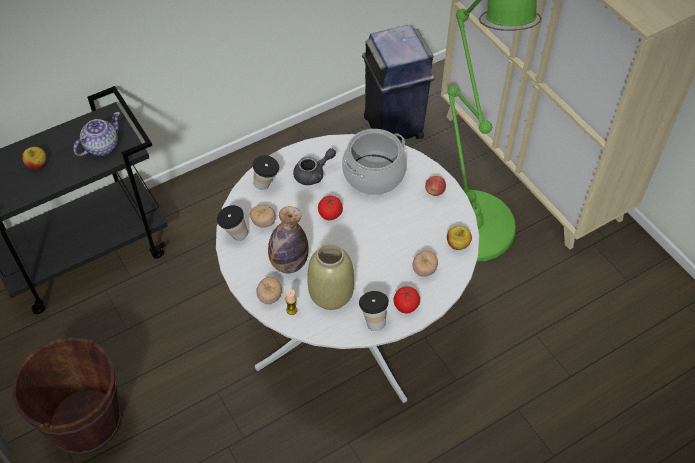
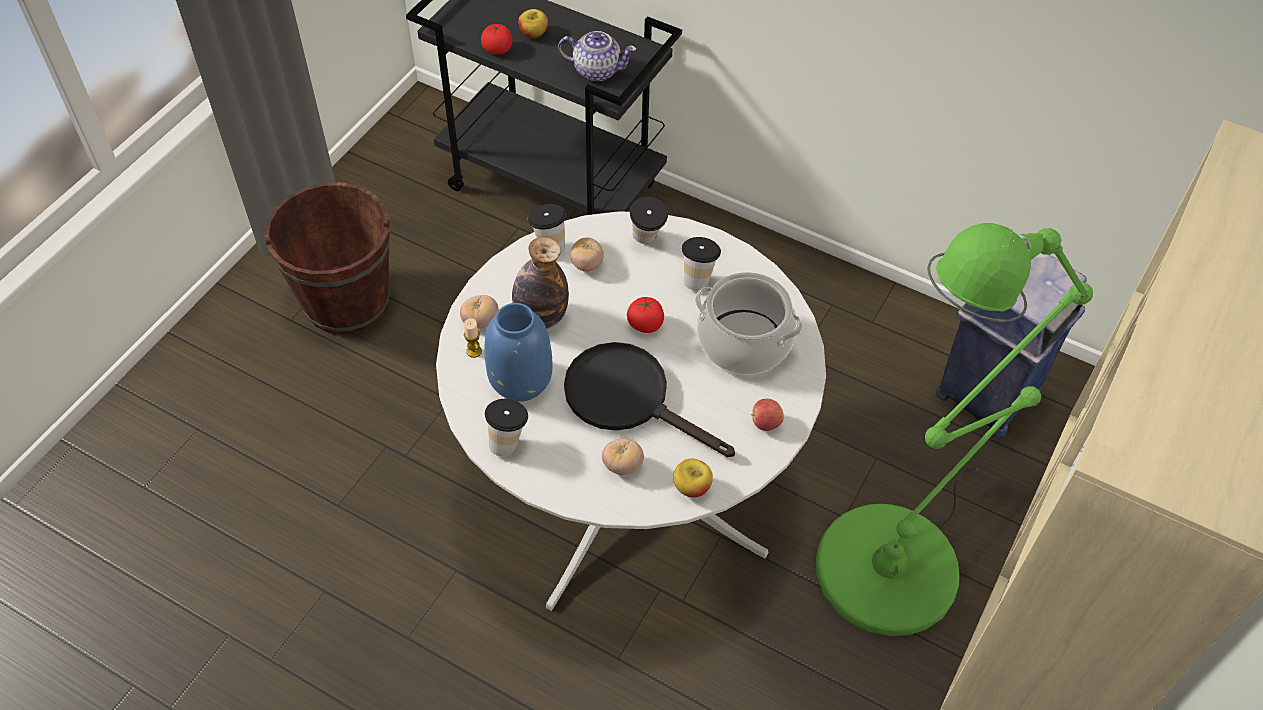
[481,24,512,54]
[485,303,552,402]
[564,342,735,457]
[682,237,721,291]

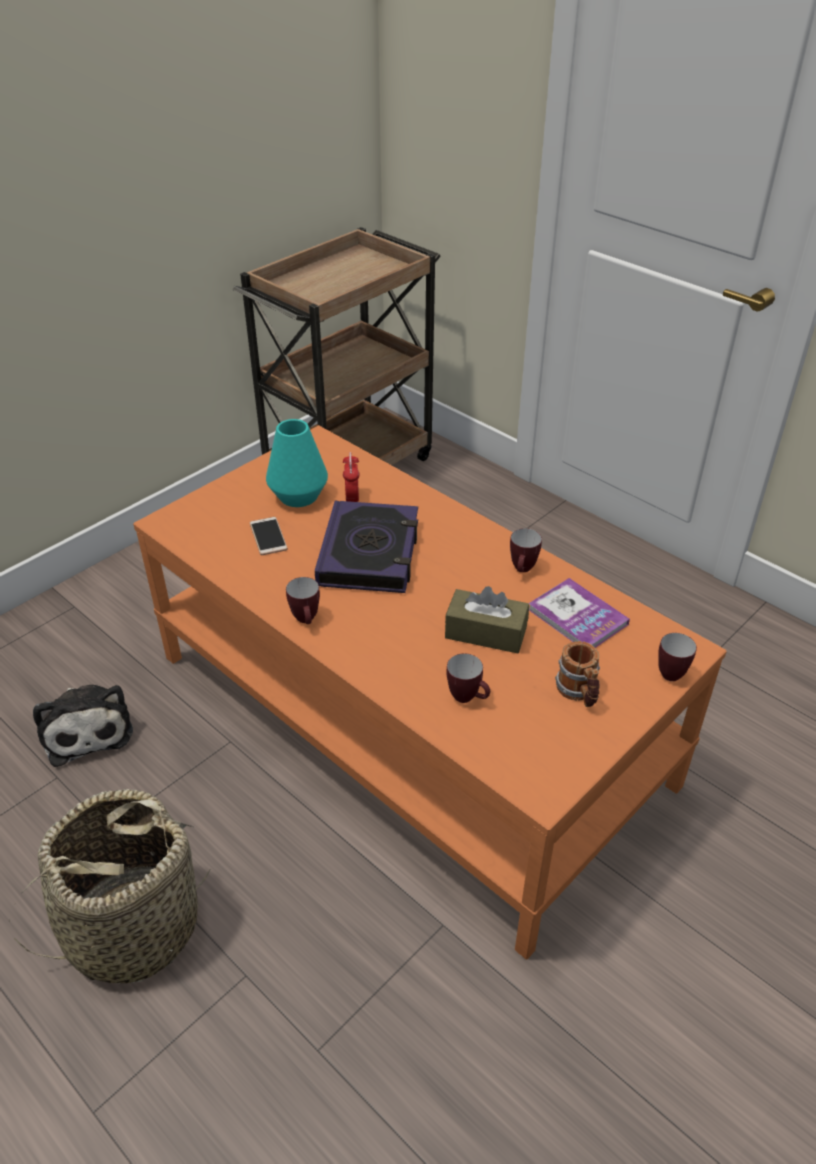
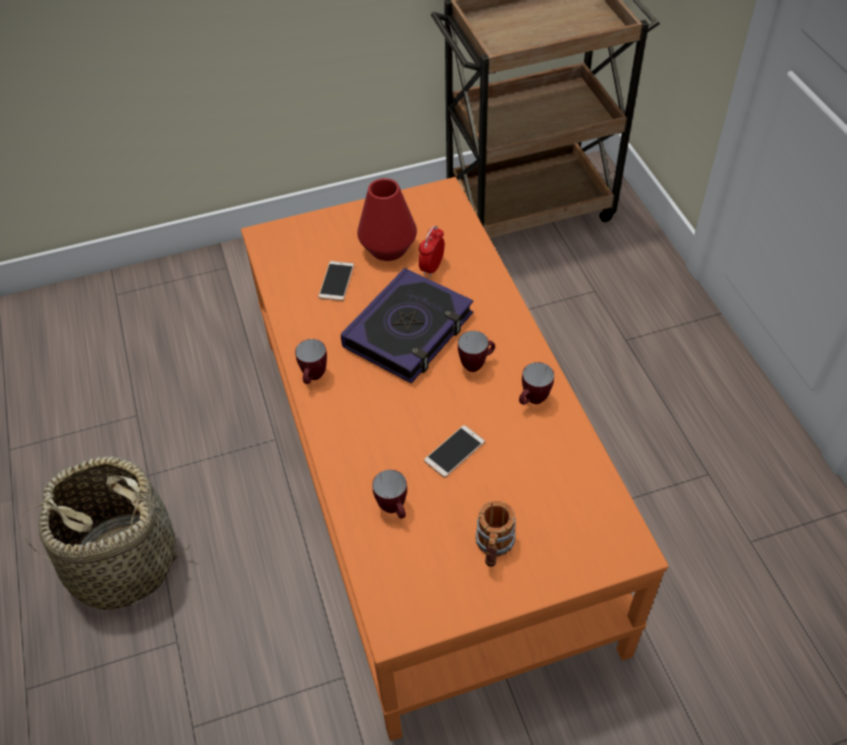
[357,178,417,261]
[424,425,485,478]
[458,331,495,372]
[33,685,133,767] (first image)
[529,578,630,648] (first image)

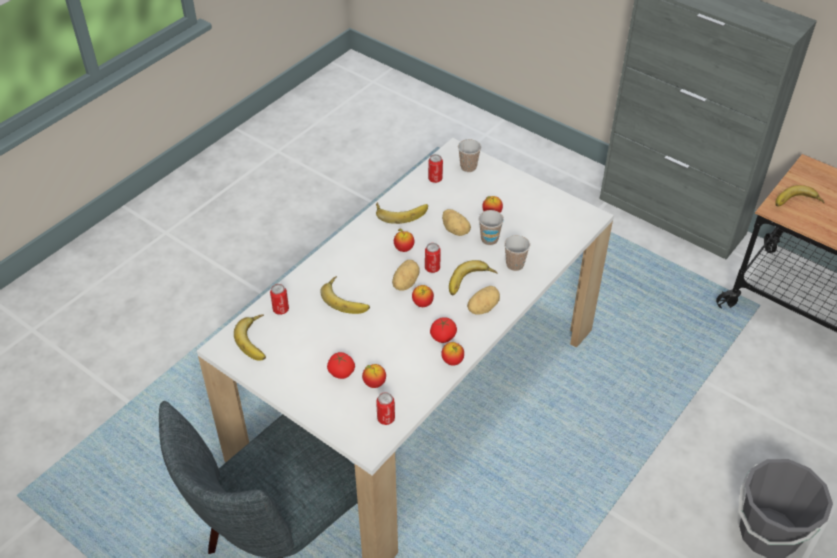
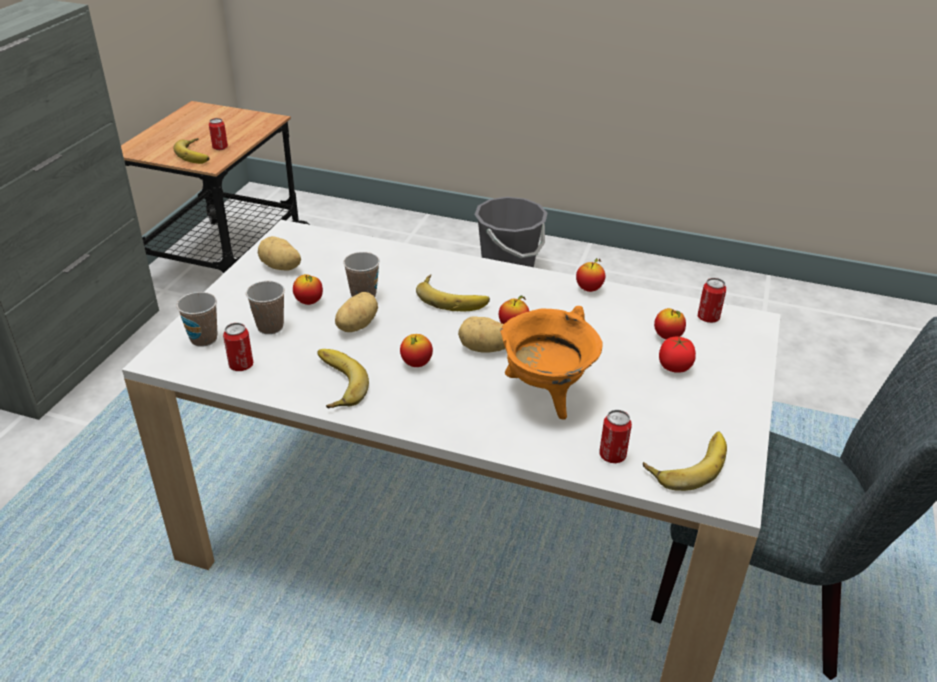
[209,118,228,150]
[246,281,285,334]
[258,236,301,270]
[500,306,603,420]
[430,317,457,343] (first image)

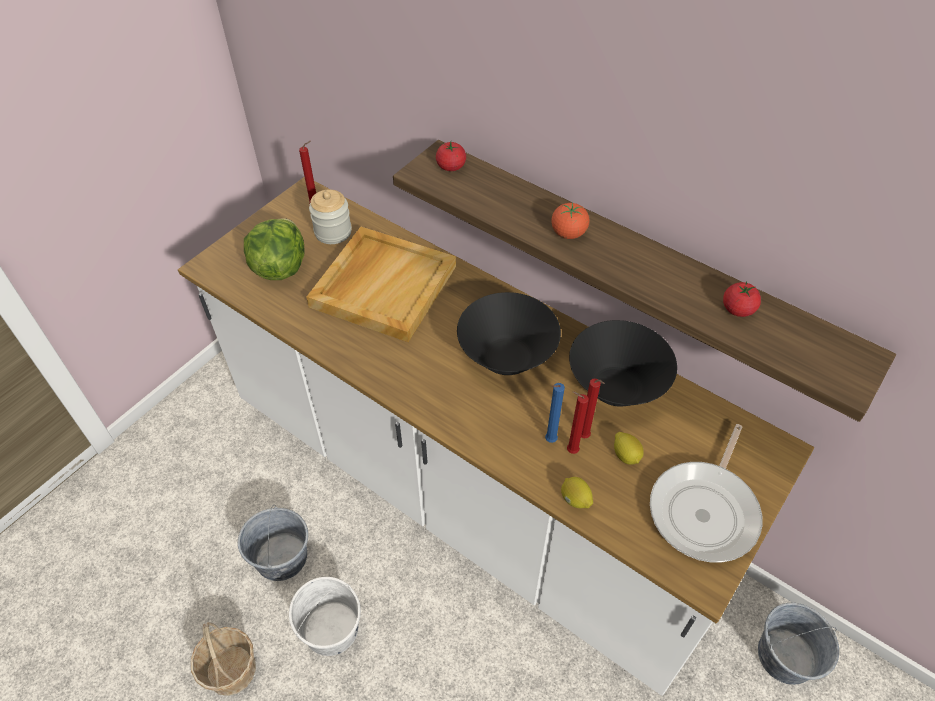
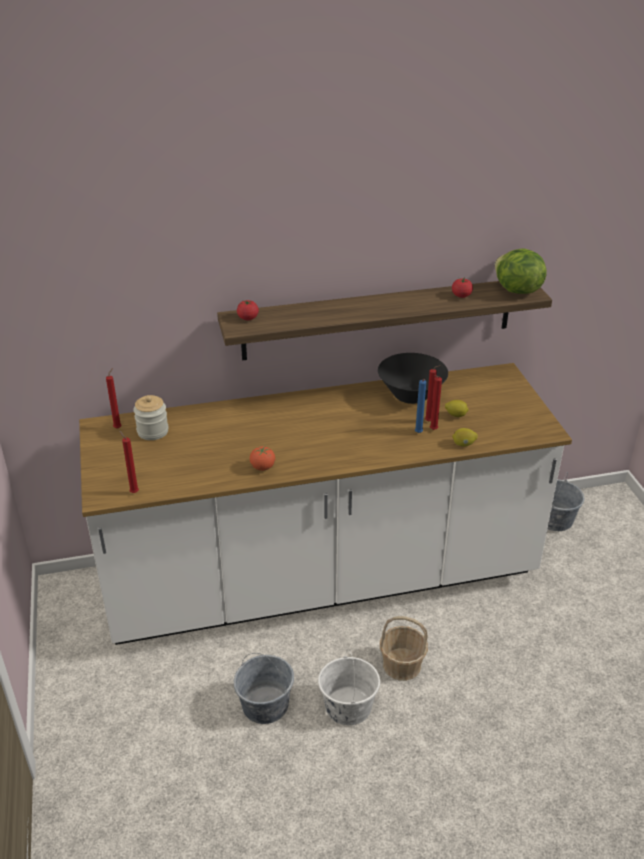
[120,431,139,493]
[250,446,275,471]
[380,616,428,681]
[495,248,547,294]
[306,227,456,342] (first image)
[457,292,561,375] (first image)
[650,424,763,563] (first image)

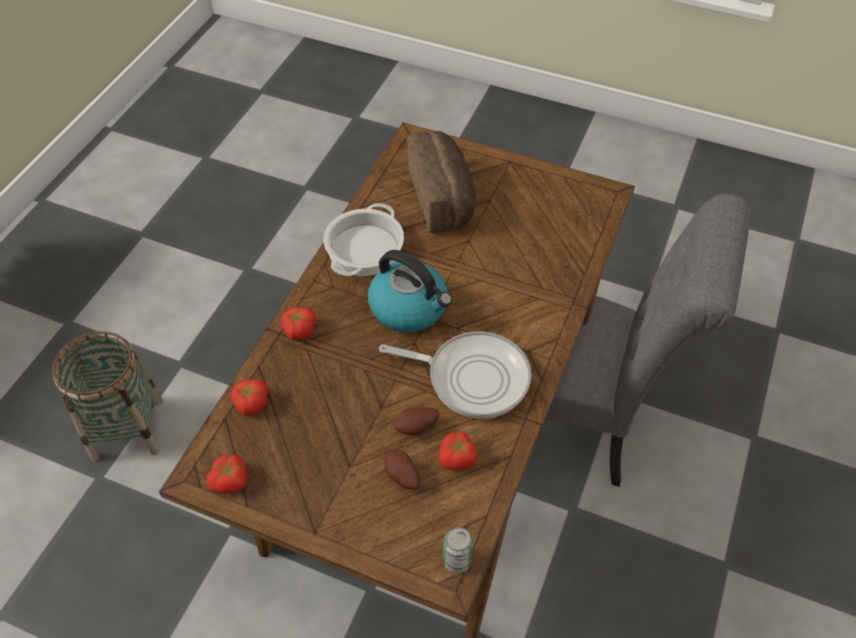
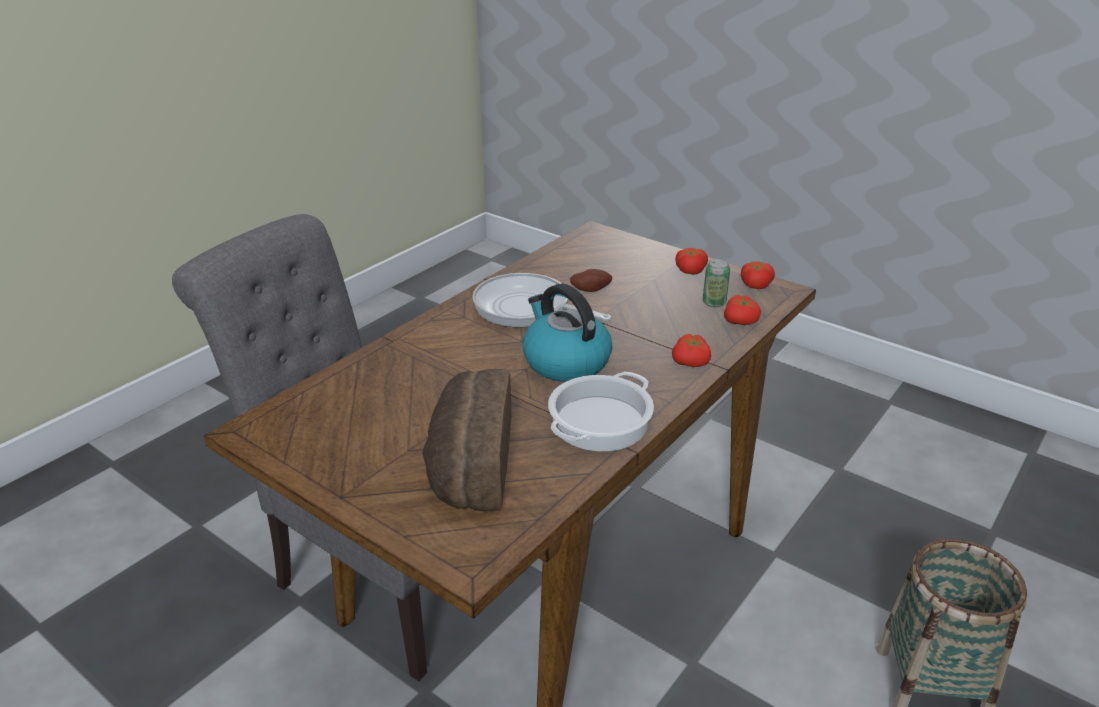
[675,248,708,275]
[703,259,730,307]
[384,449,420,490] (first image)

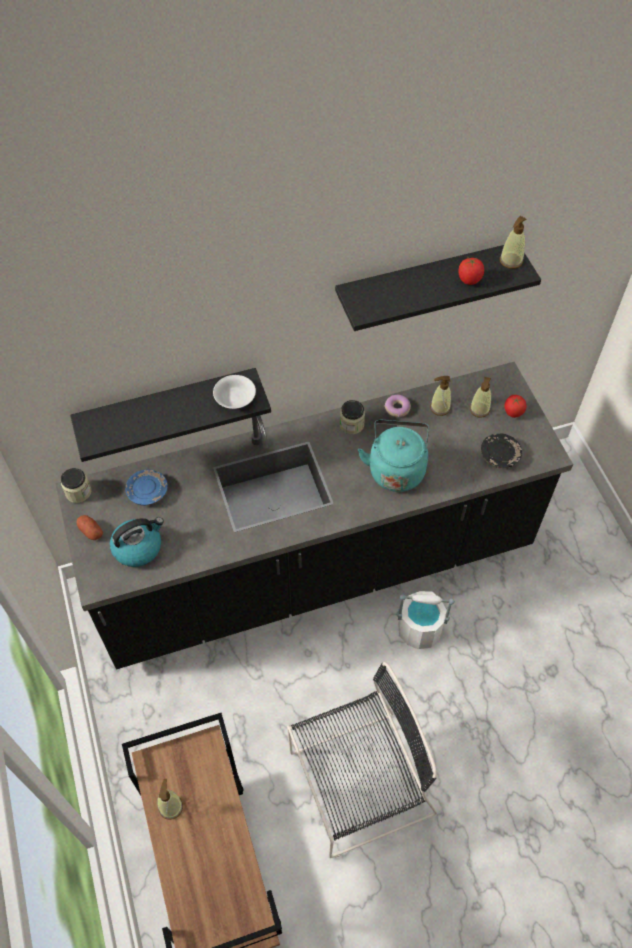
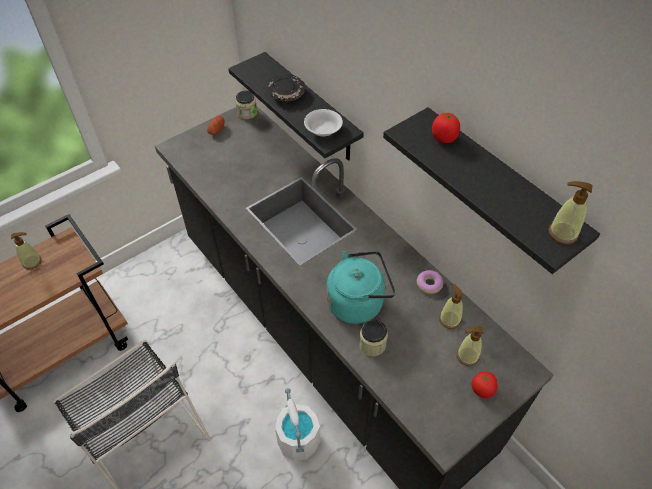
[267,75,306,102]
[359,320,388,356]
[432,113,460,143]
[110,517,164,567] (first image)
[125,470,168,506] (first image)

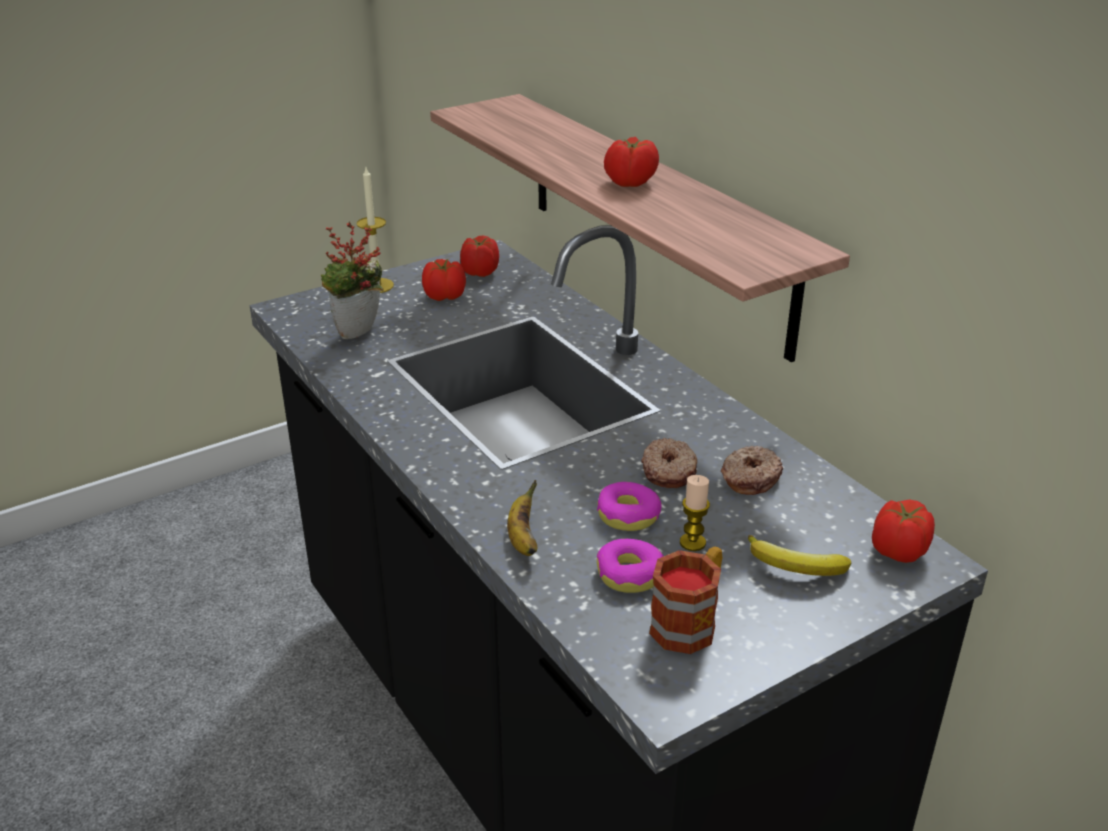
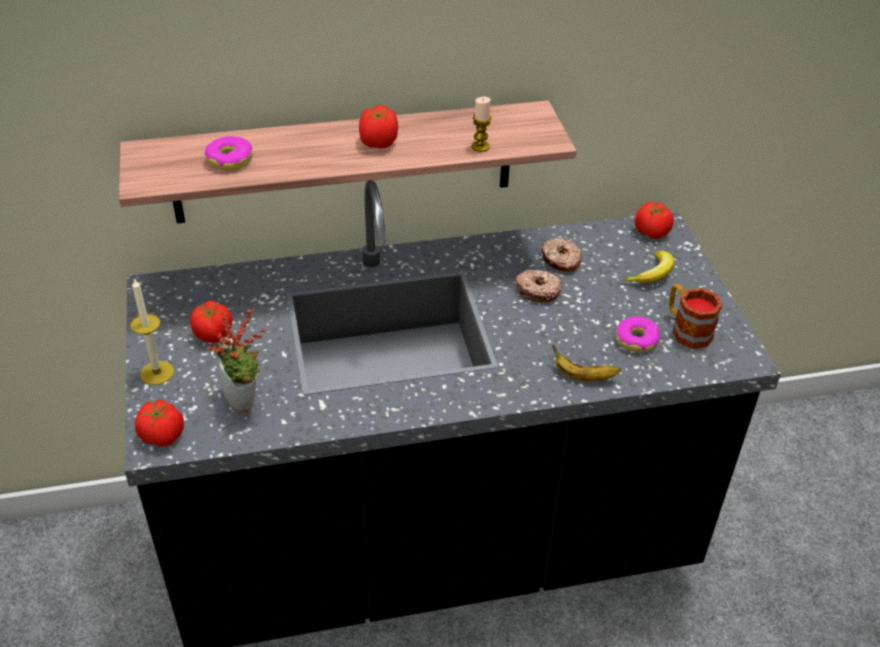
[135,400,184,447]
[205,136,253,171]
[472,97,492,152]

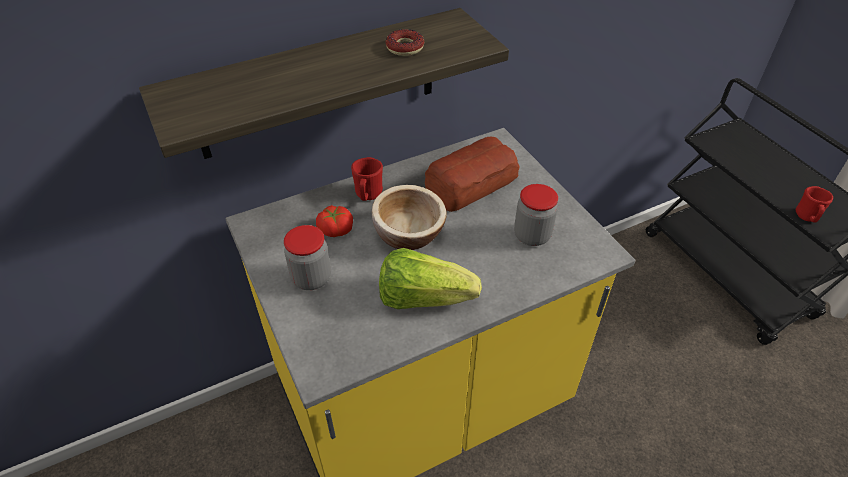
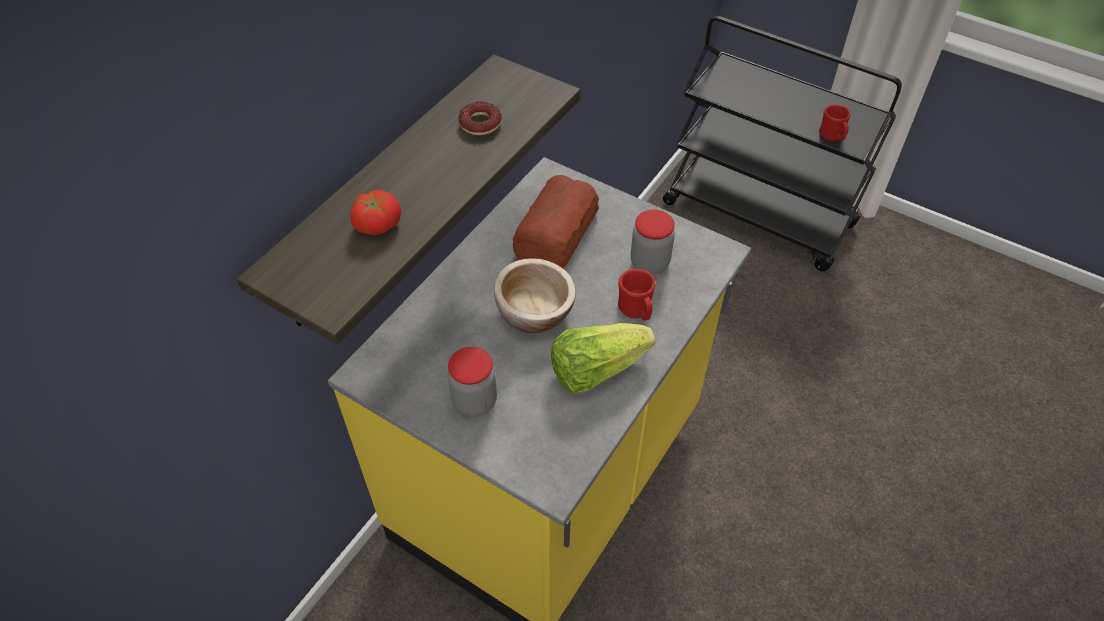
[350,190,401,235]
[618,269,655,321]

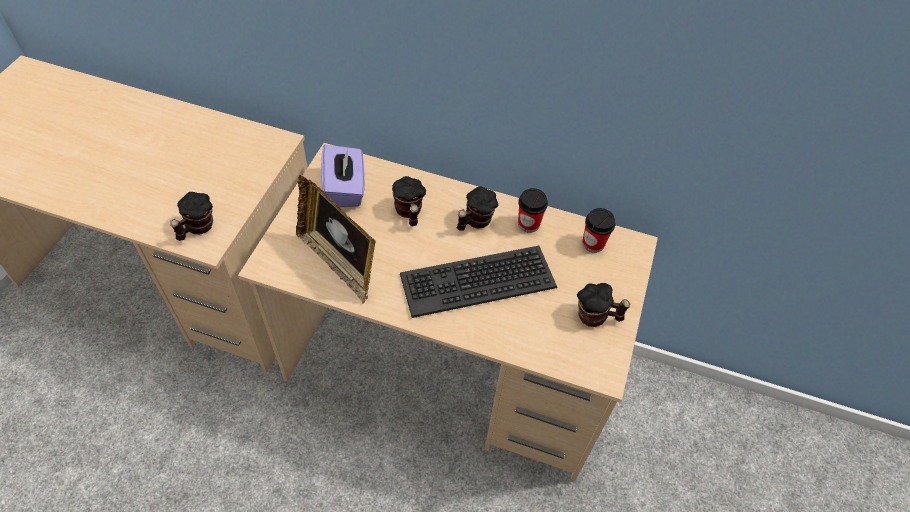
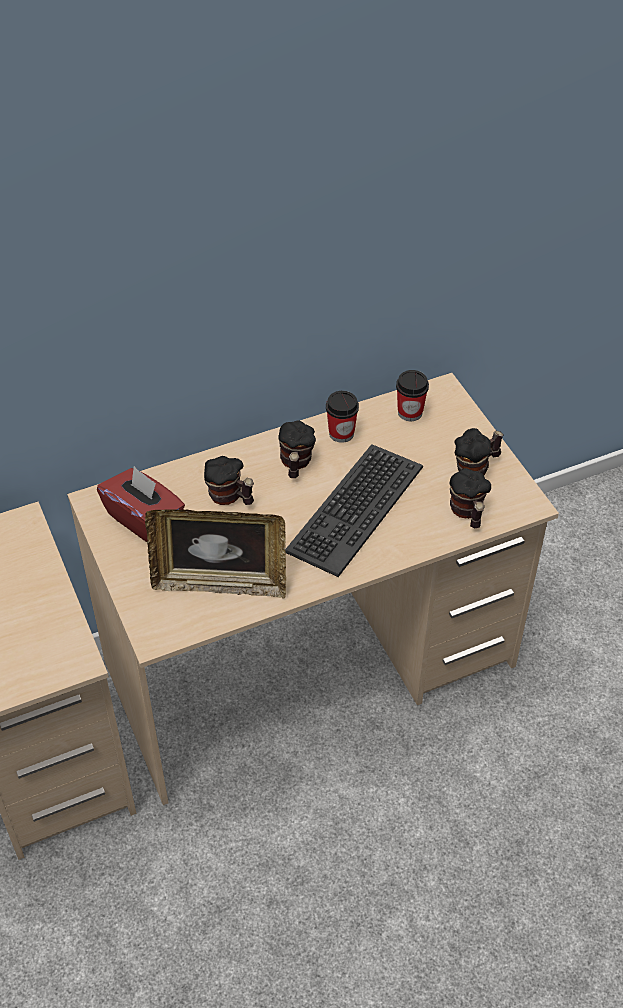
[97,466,185,542]
[450,468,491,529]

